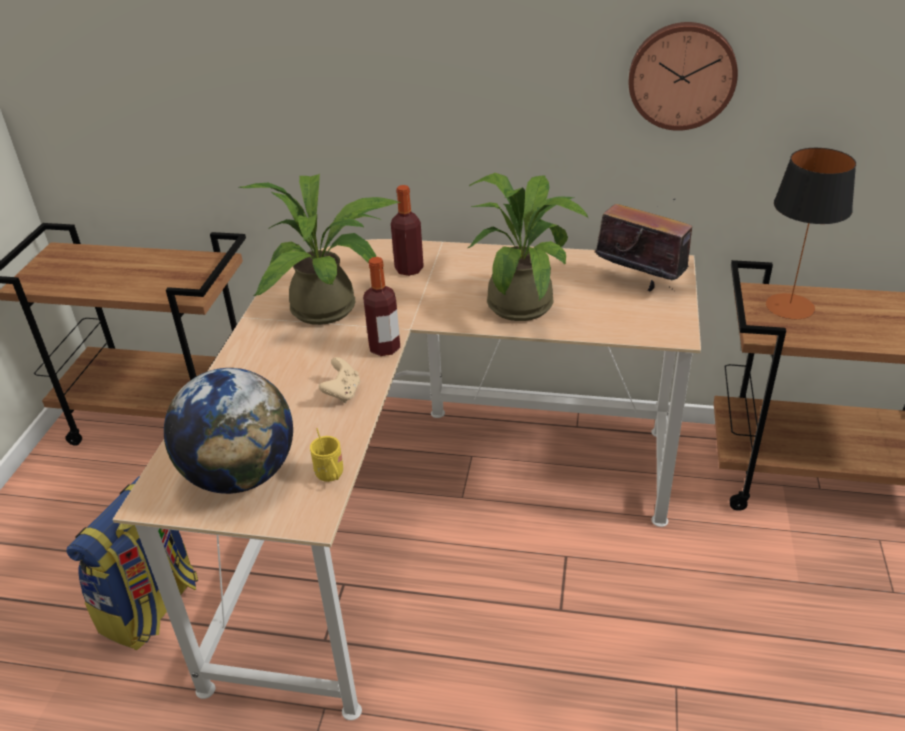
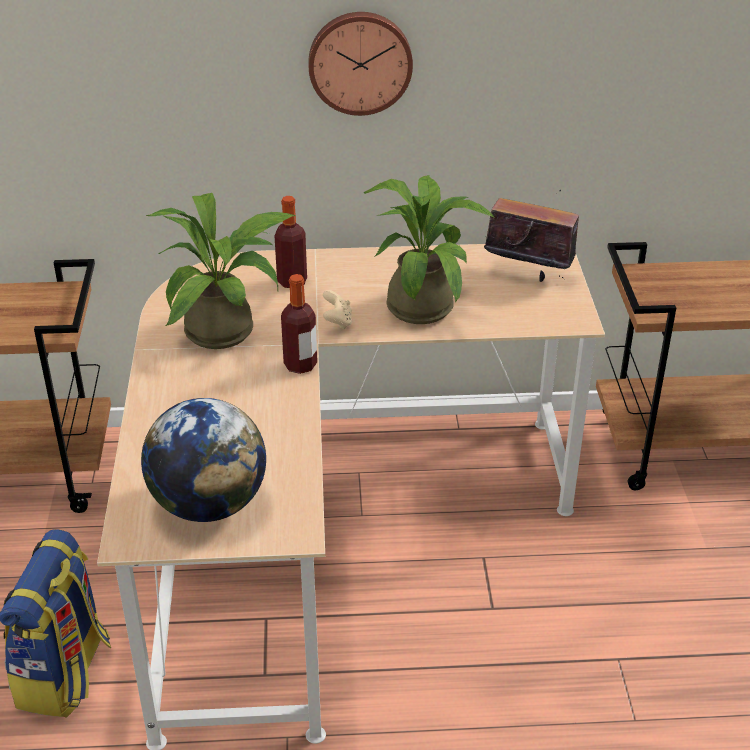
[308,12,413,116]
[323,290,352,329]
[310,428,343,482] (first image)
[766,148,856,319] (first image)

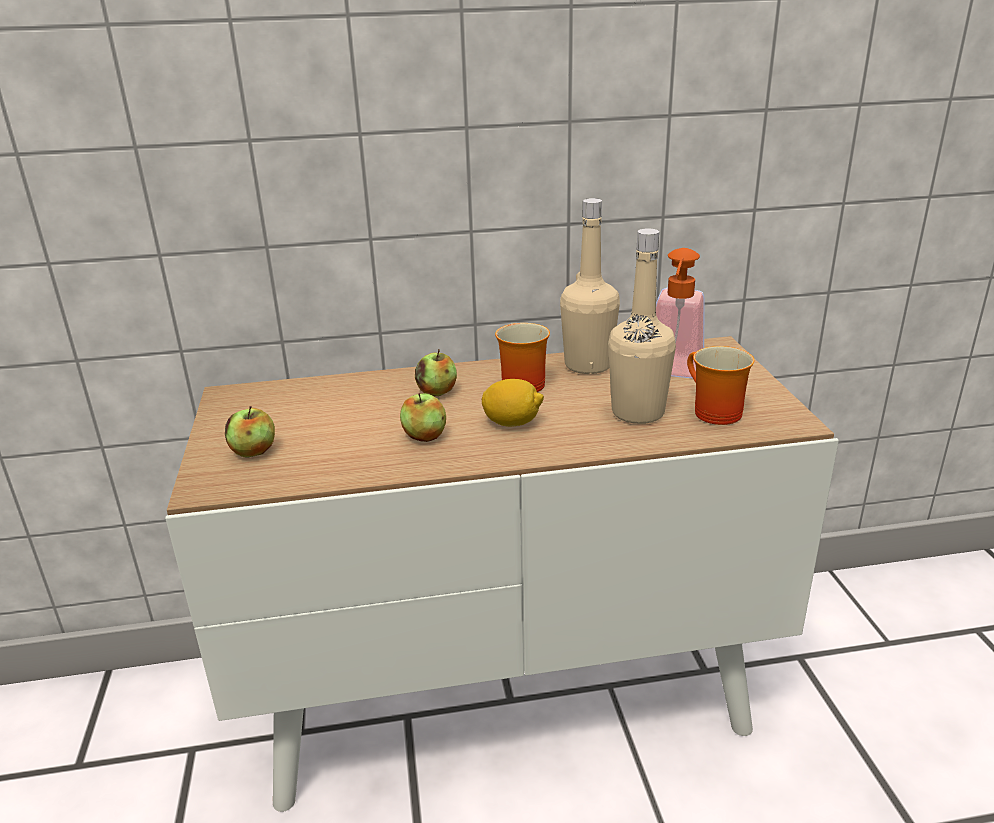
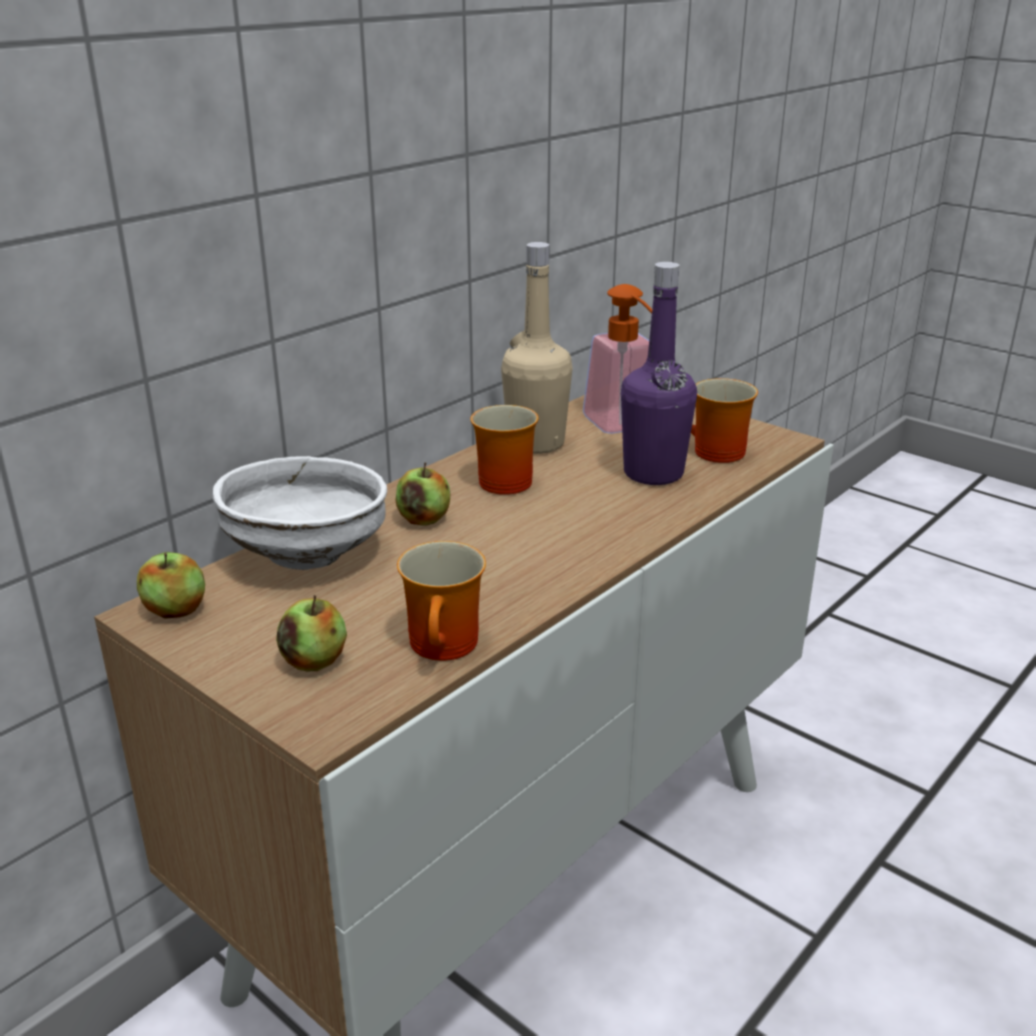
[137,552,205,619]
[213,456,387,570]
[397,541,486,661]
[621,262,697,485]
[482,379,544,427] (first image)

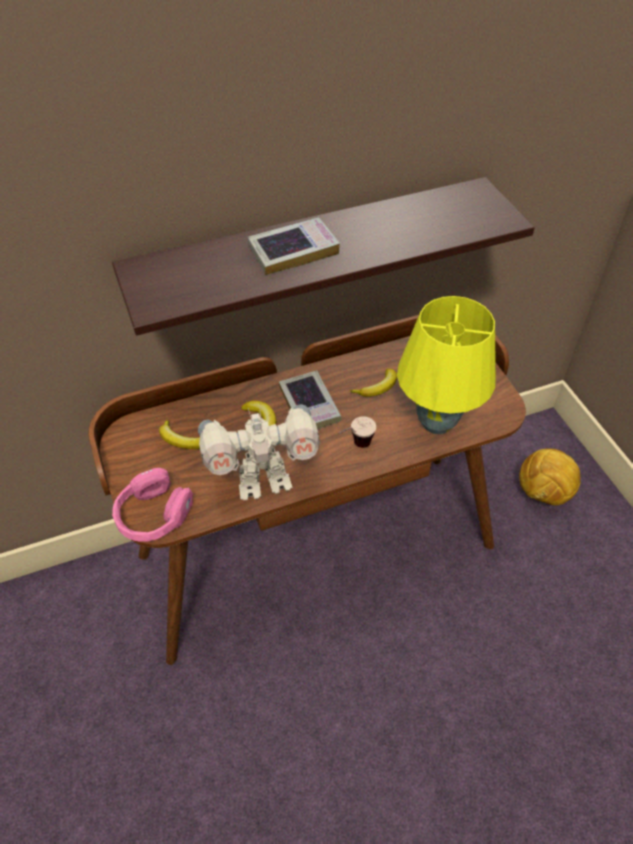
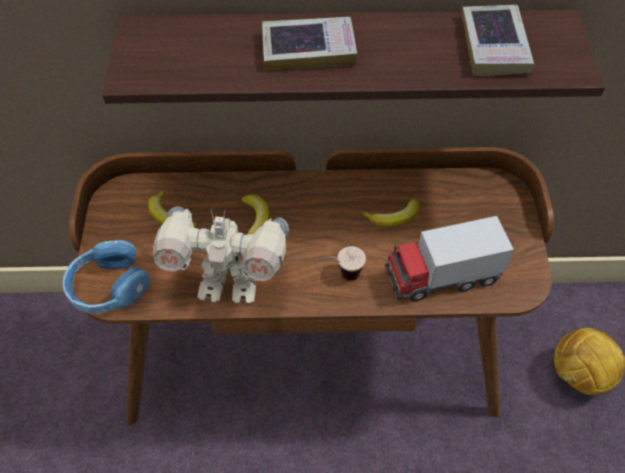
[63,240,150,314]
[385,216,514,301]
[462,5,534,76]

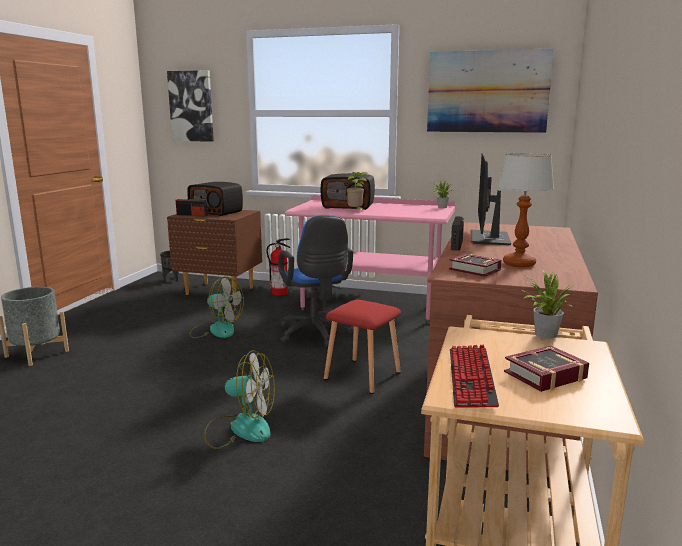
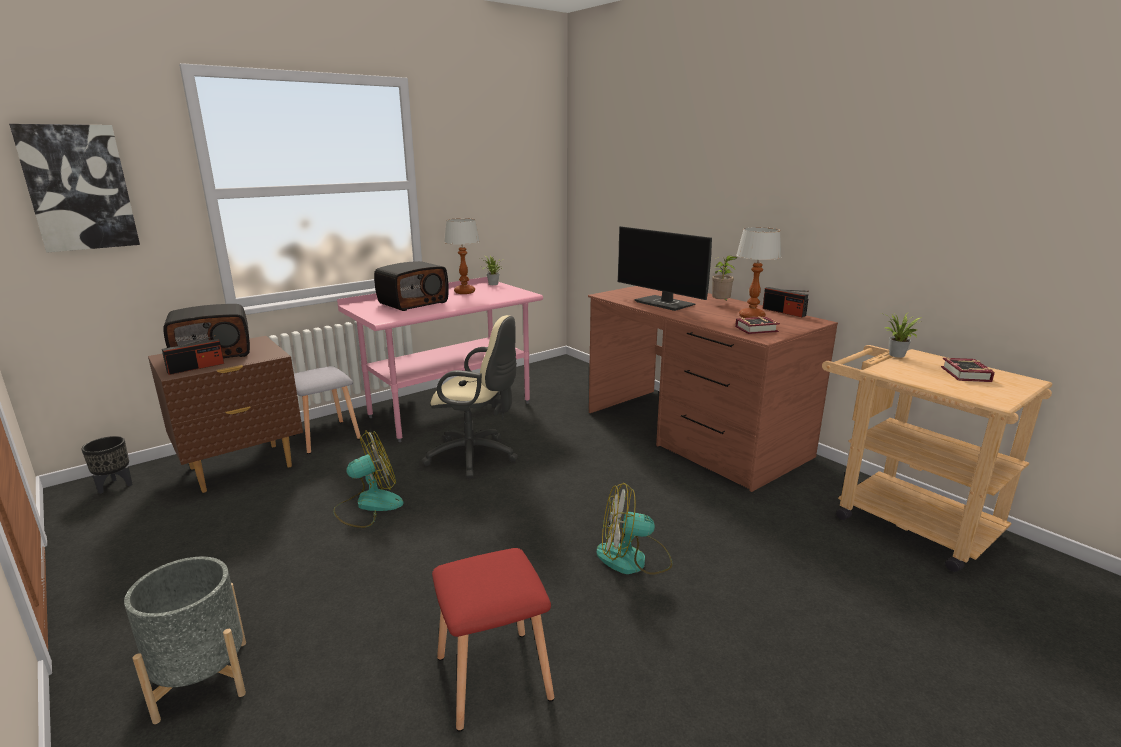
[292,366,361,454]
[422,315,518,478]
[432,548,554,732]
[444,218,480,294]
[596,483,673,575]
[712,255,737,301]
[762,287,809,317]
[427,48,554,133] (first image)
[450,345,499,408] (first image)

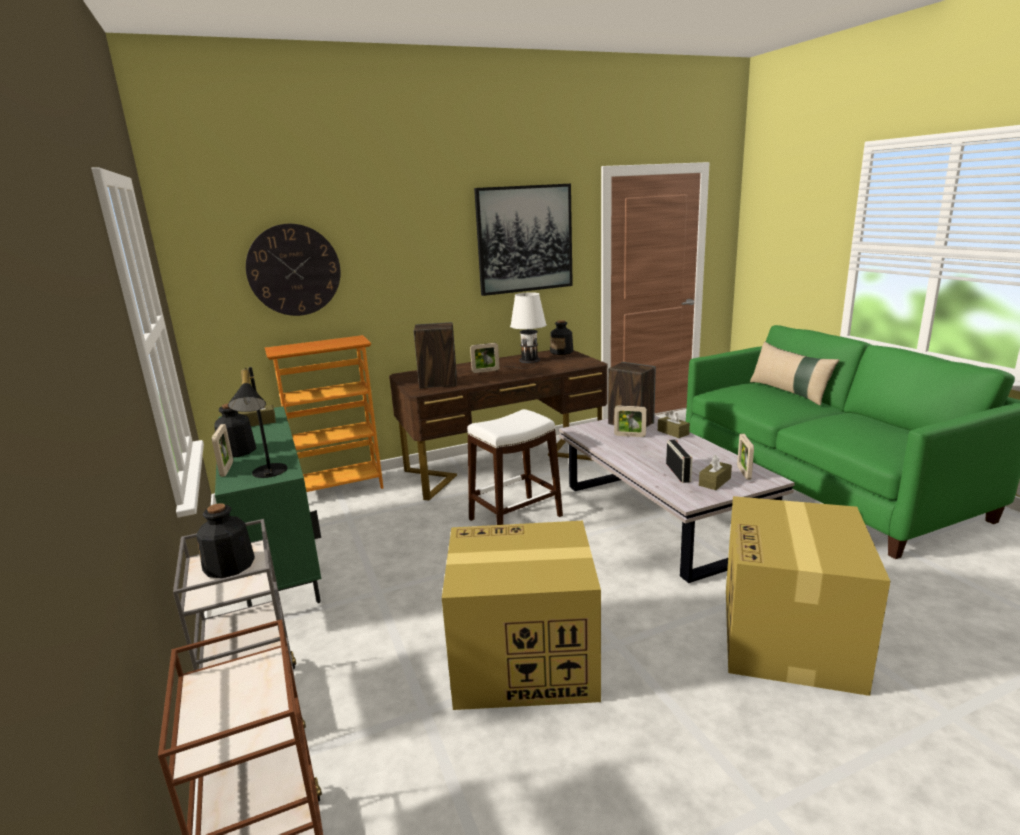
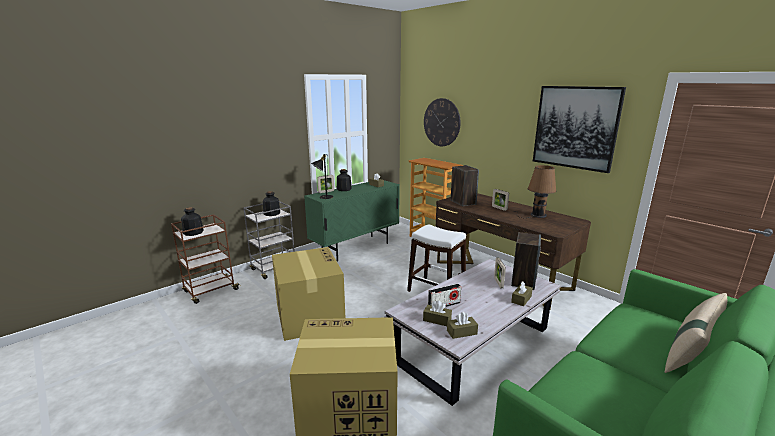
[181,207,204,236]
[447,312,478,339]
[516,165,556,218]

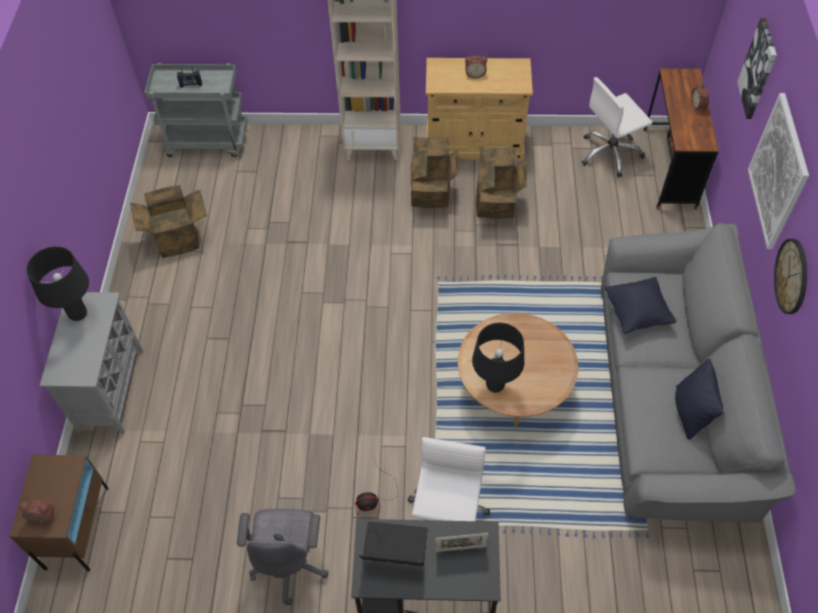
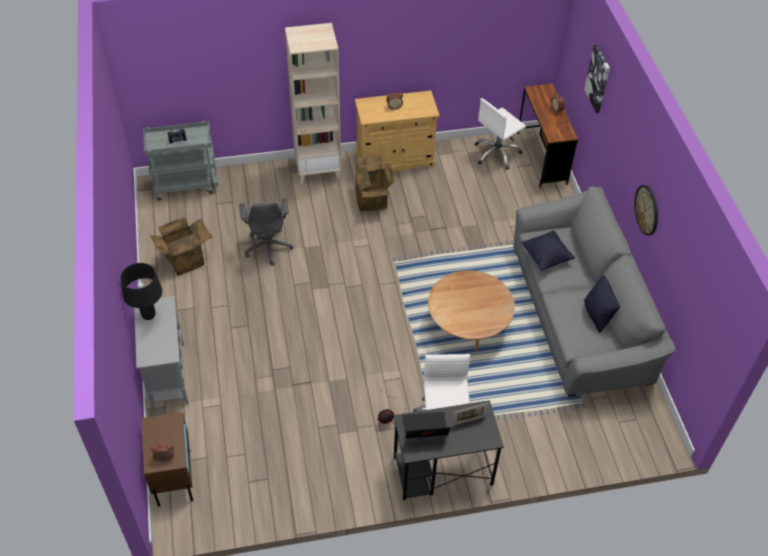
[239,198,293,266]
[472,323,524,393] (first image)
[476,147,527,219] (first image)
[748,93,809,249] (first image)

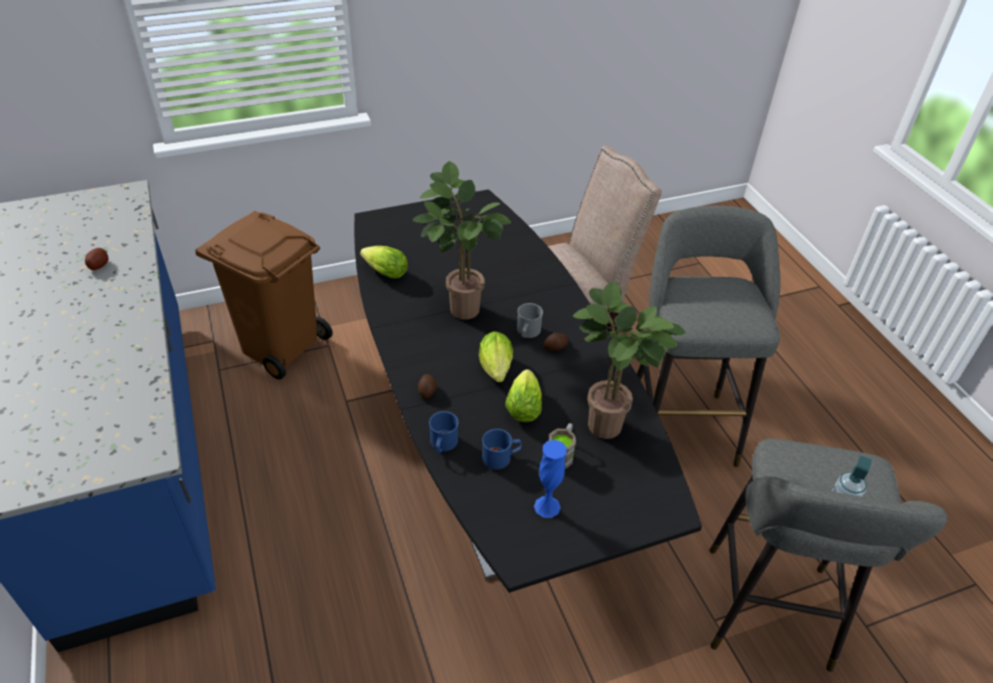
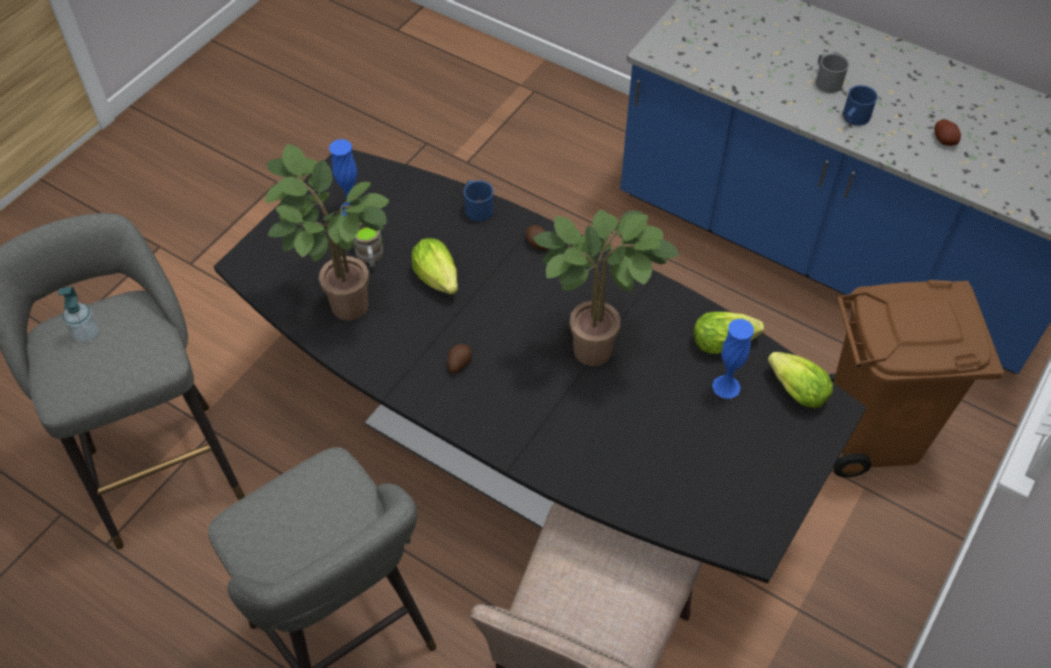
[712,319,754,399]
[768,352,833,408]
[816,53,849,93]
[843,85,878,126]

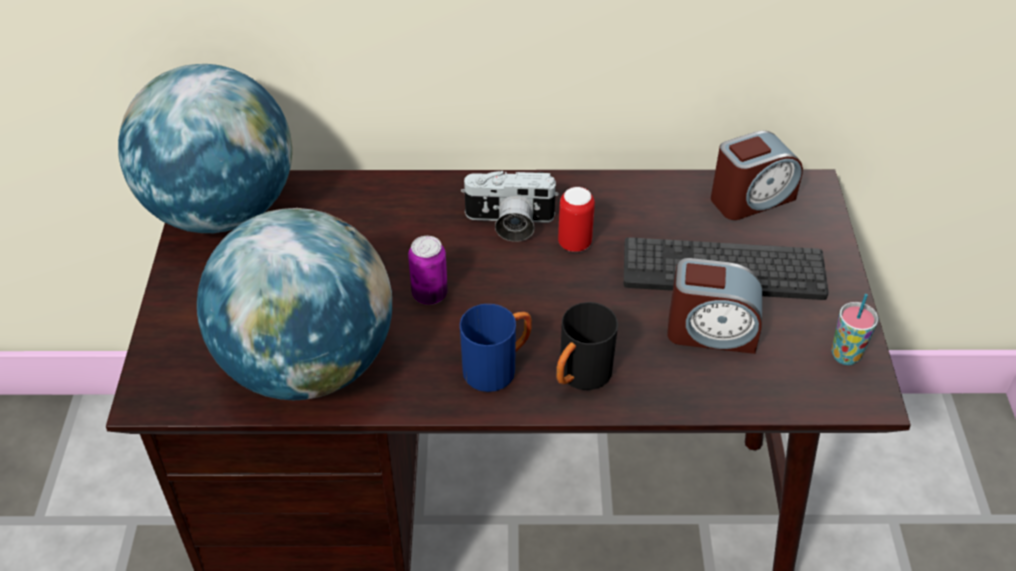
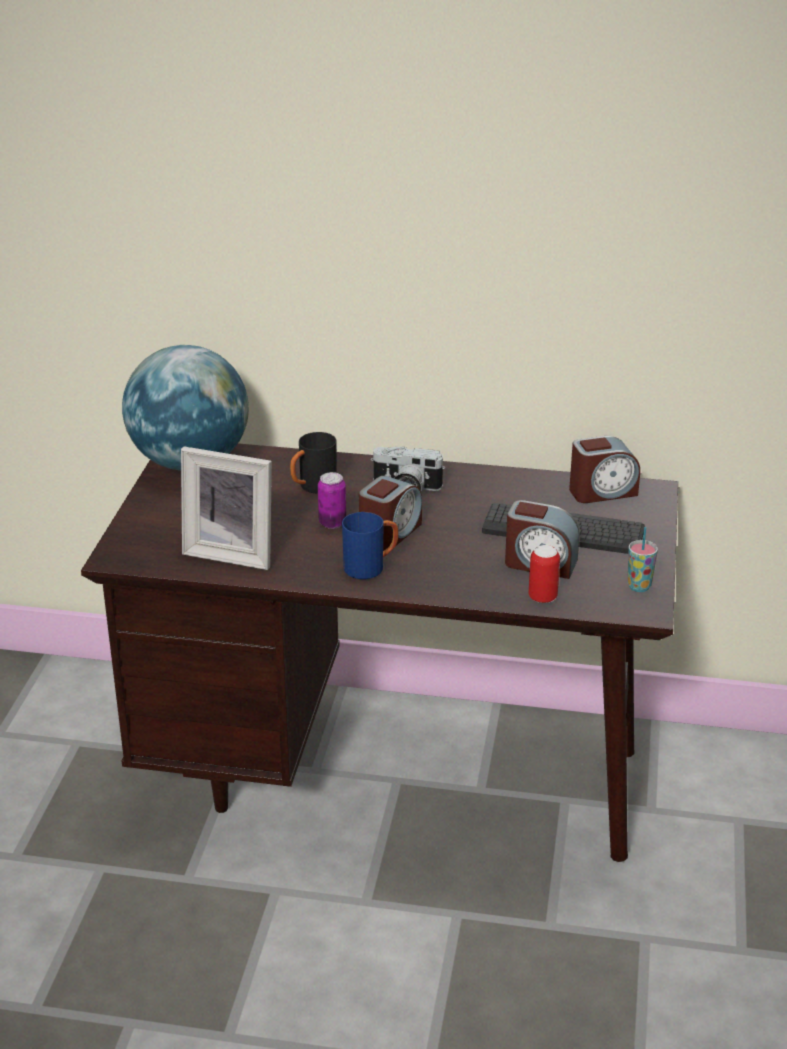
[181,447,272,570]
[290,432,337,494]
[359,476,422,551]
[528,545,560,603]

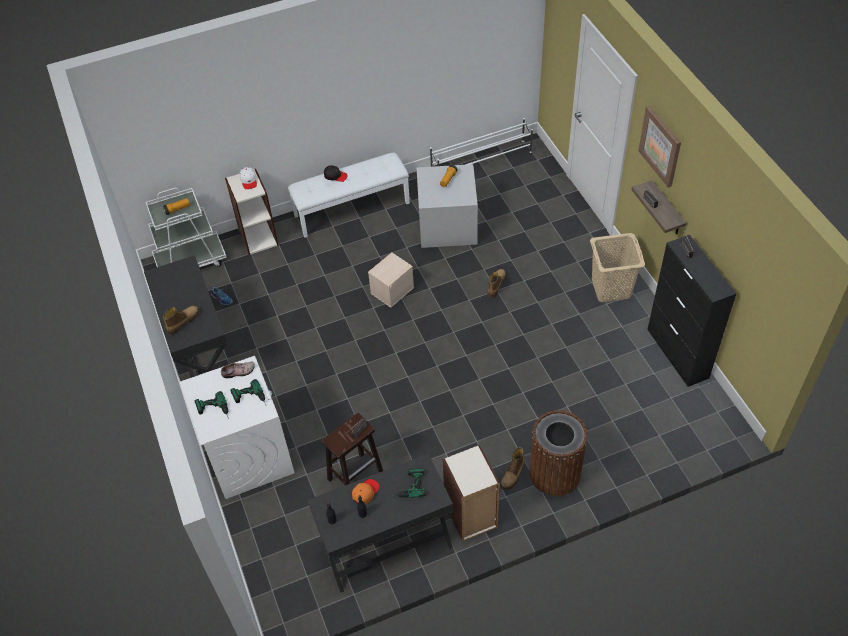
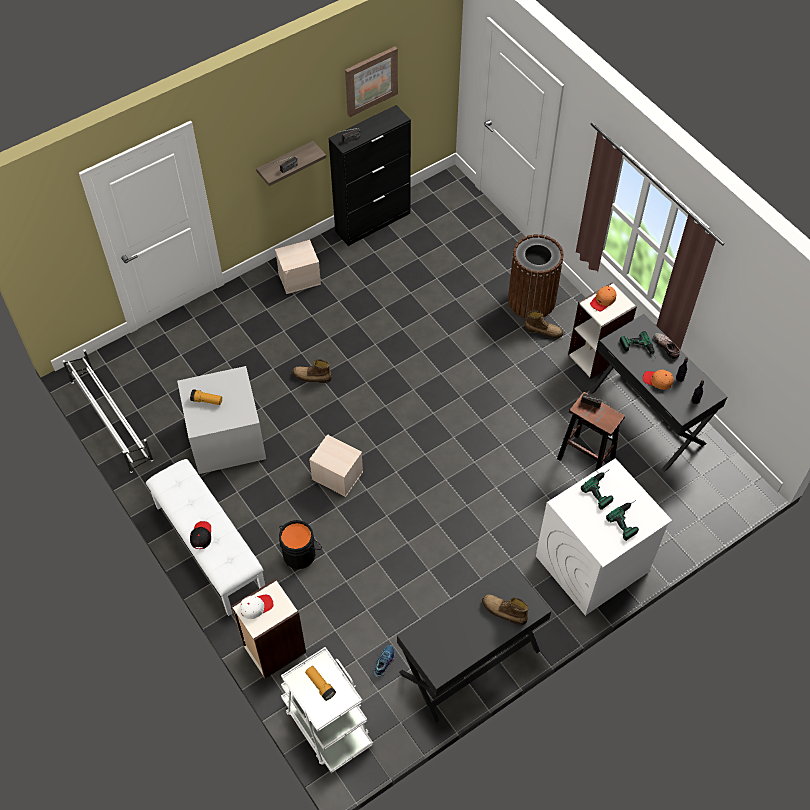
[275,240,321,294]
[279,520,322,569]
[345,46,398,117]
[590,286,617,311]
[654,333,680,359]

